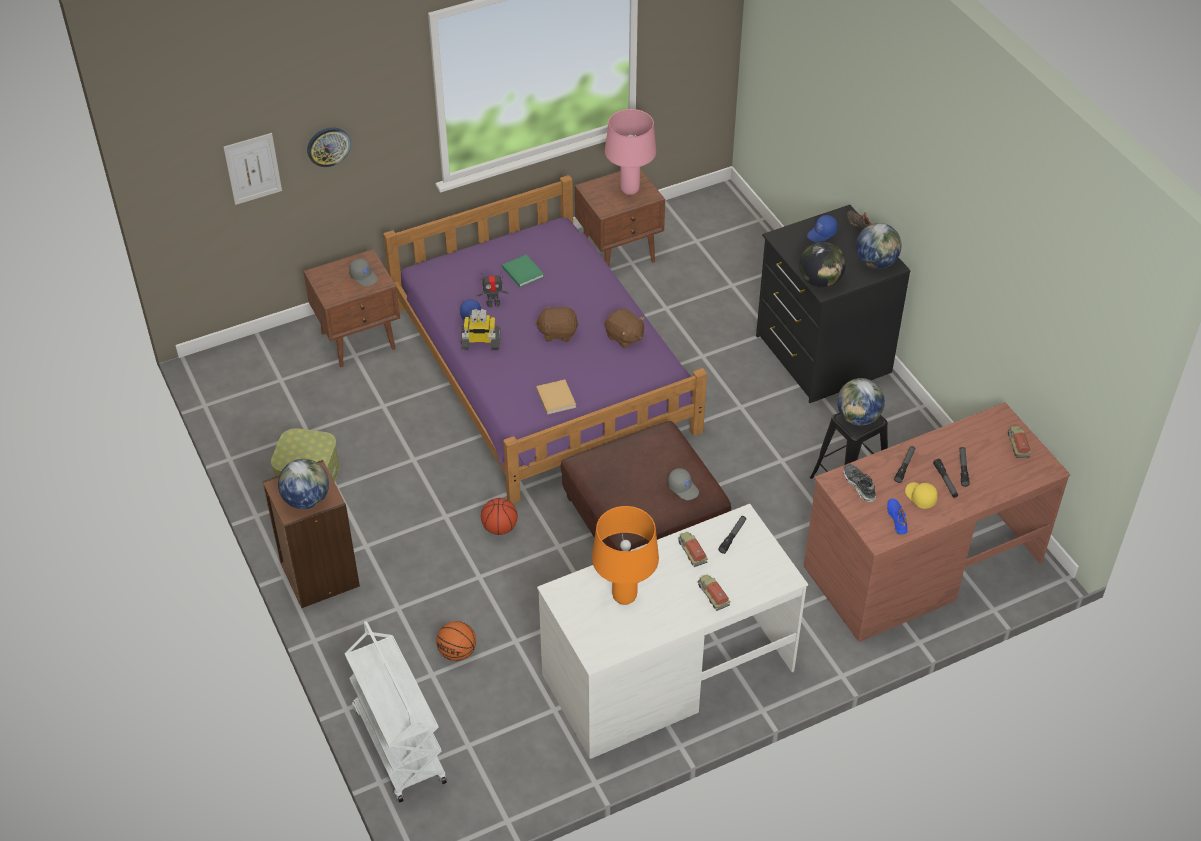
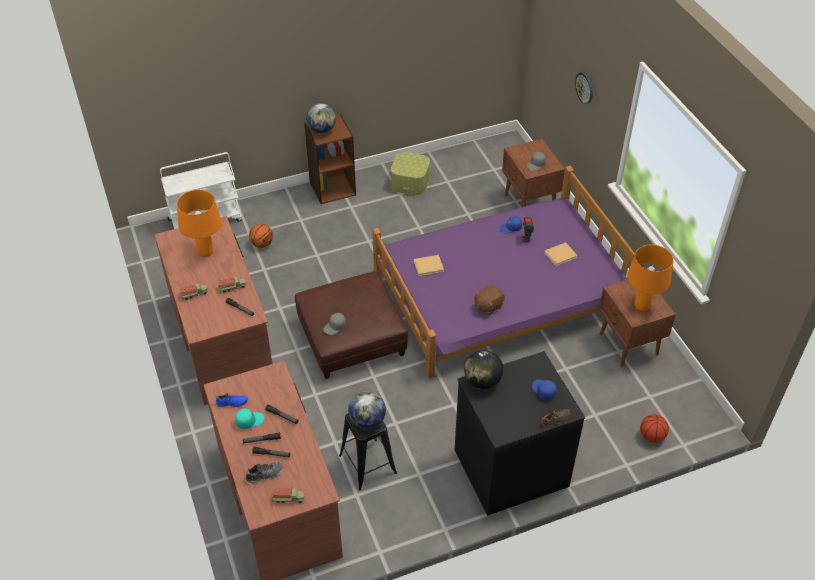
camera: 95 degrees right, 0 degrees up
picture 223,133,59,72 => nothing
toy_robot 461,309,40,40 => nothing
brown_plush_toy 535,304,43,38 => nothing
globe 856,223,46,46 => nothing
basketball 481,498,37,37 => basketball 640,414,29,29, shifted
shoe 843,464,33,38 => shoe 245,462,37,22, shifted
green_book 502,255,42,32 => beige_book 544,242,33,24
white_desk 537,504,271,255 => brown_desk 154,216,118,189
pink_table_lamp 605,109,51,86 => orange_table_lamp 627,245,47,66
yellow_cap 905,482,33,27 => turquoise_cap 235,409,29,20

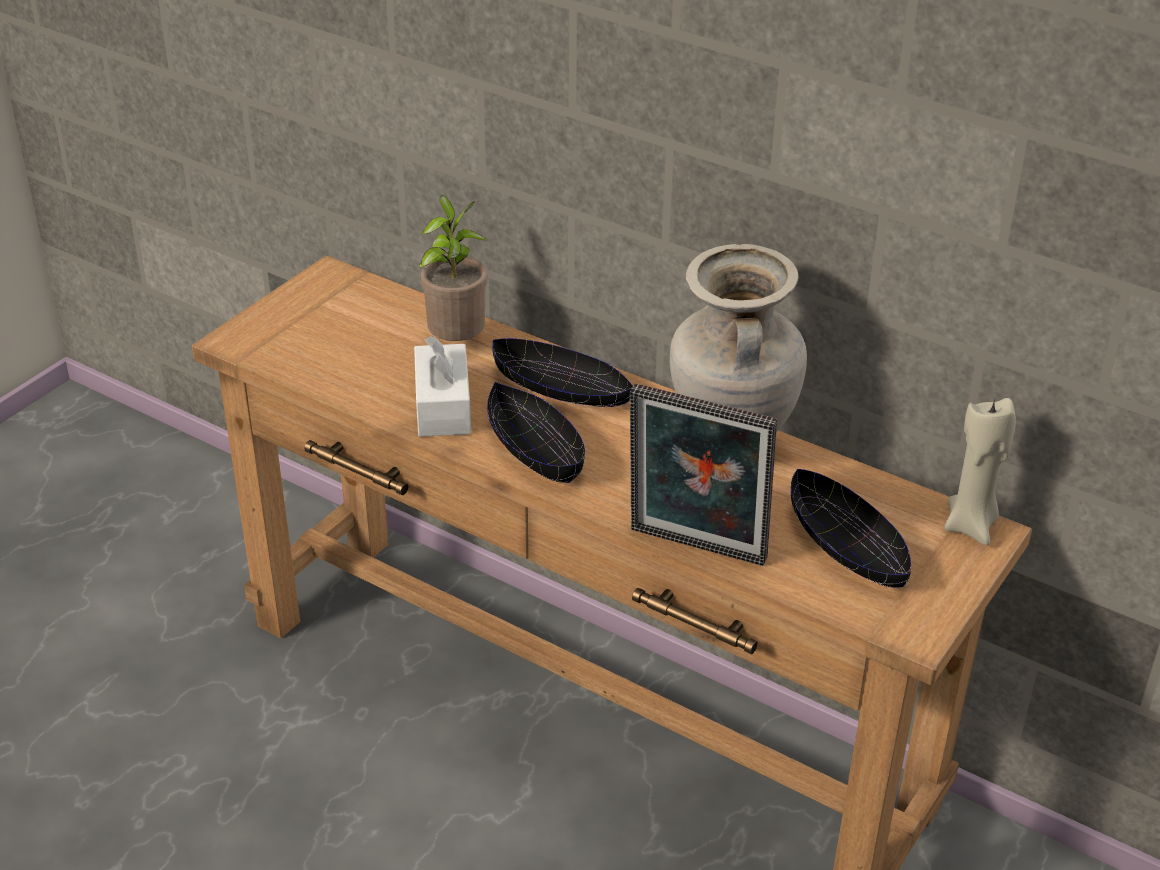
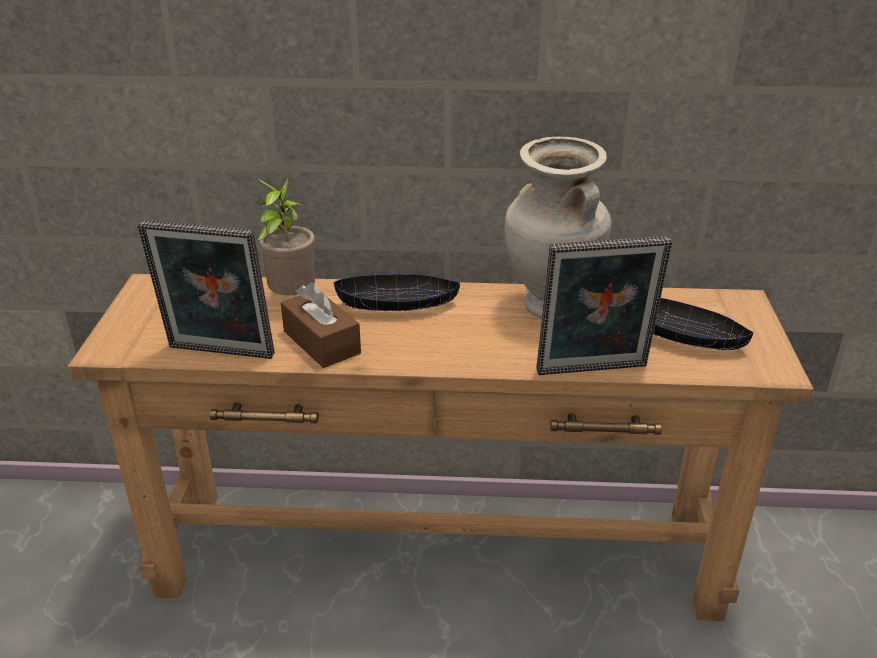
camera: 30 degrees left, 5 degrees down
black_bowl 487,382,98,101 => nothing
beige_candle 945,398,71,148 => nothing
nothing => picture_frame 137,220,138,139
white_tissue_box 414,336,57,101 => brown_tissue_box 281,282,80,86

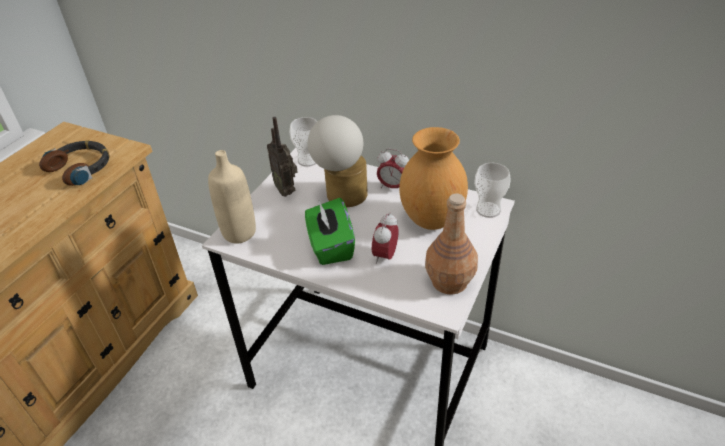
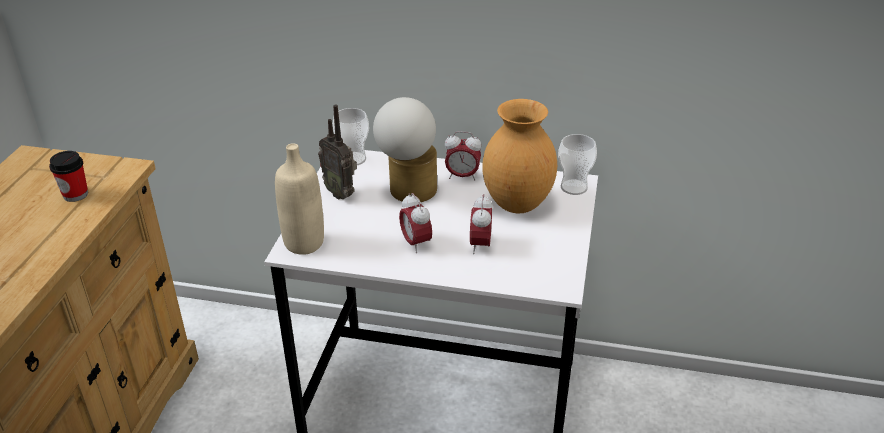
camera: 15 degrees left, 5 degrees down
brown_bottle 425,193,53,102 => nothing
headphones 39,140,71,46 => cup 49,151,39,51
green_tissue_box 305,198,50,67 => alarm_clock 399,193,33,60

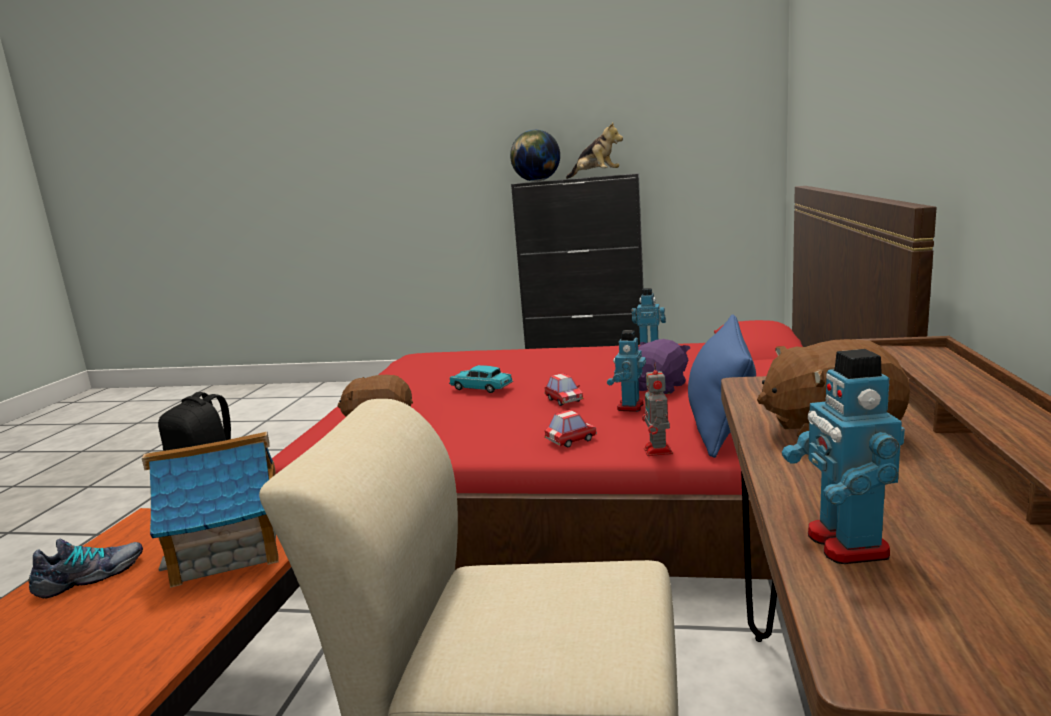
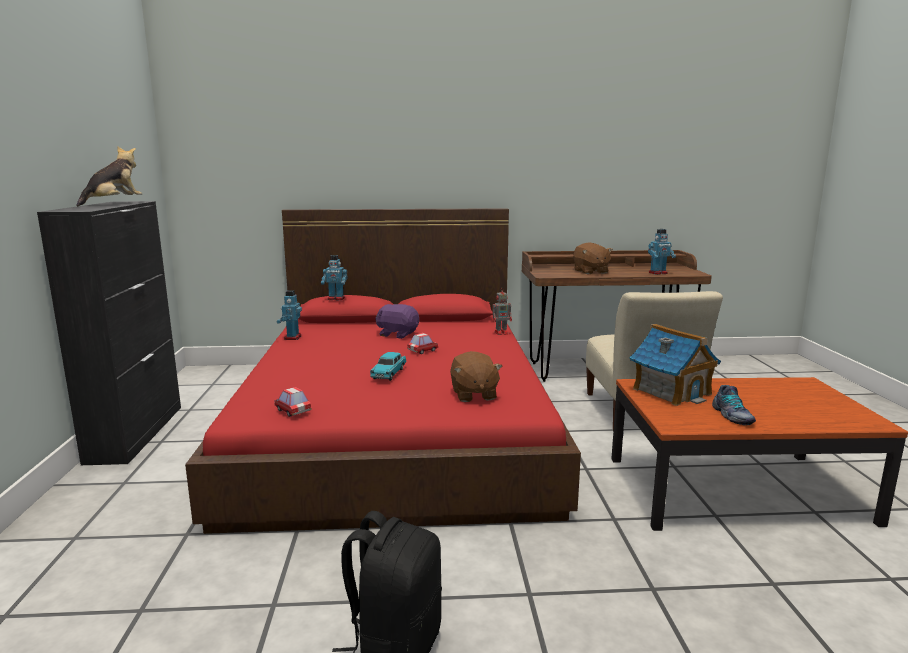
camera: 105 degrees left, 0 degrees up
globe 510,130,50,52 => nothing
blue_pillow 688,314,68,144 => nothing
toy_car 545,410,52,38 => toy_car 274,387,38,30, shifted
toy_robot 607,331,39,81 => toy_robot 321,255,27,45, shifted
shoe 29,539,114,60 => shoe 712,385,44,40, 135 degrees counterclockwise

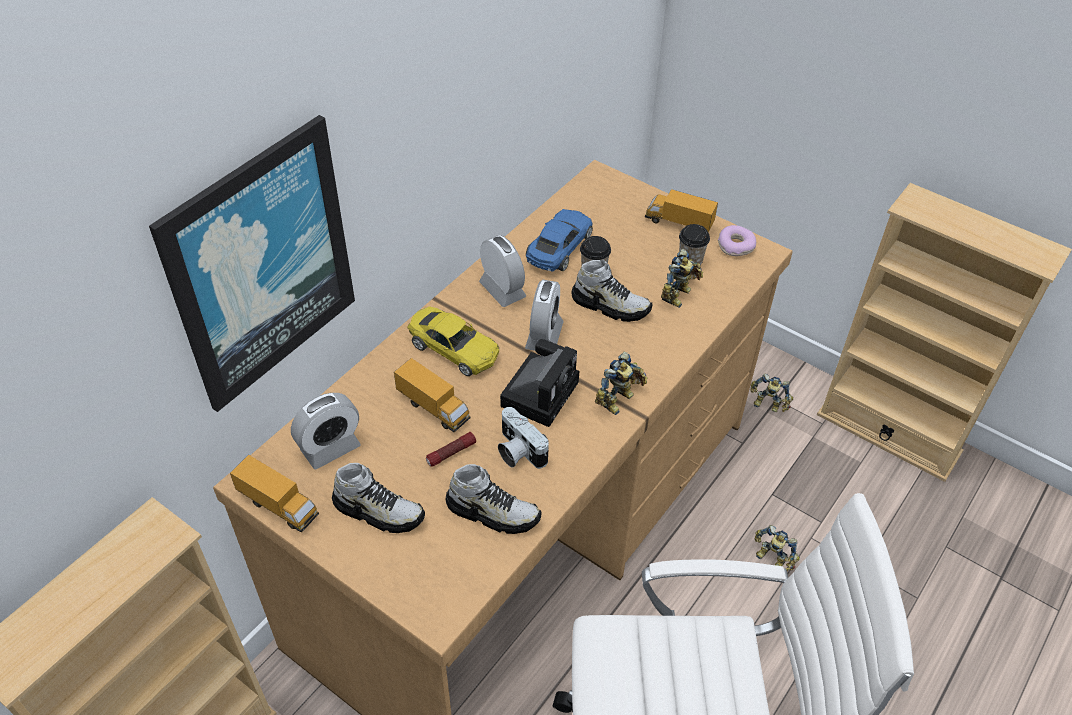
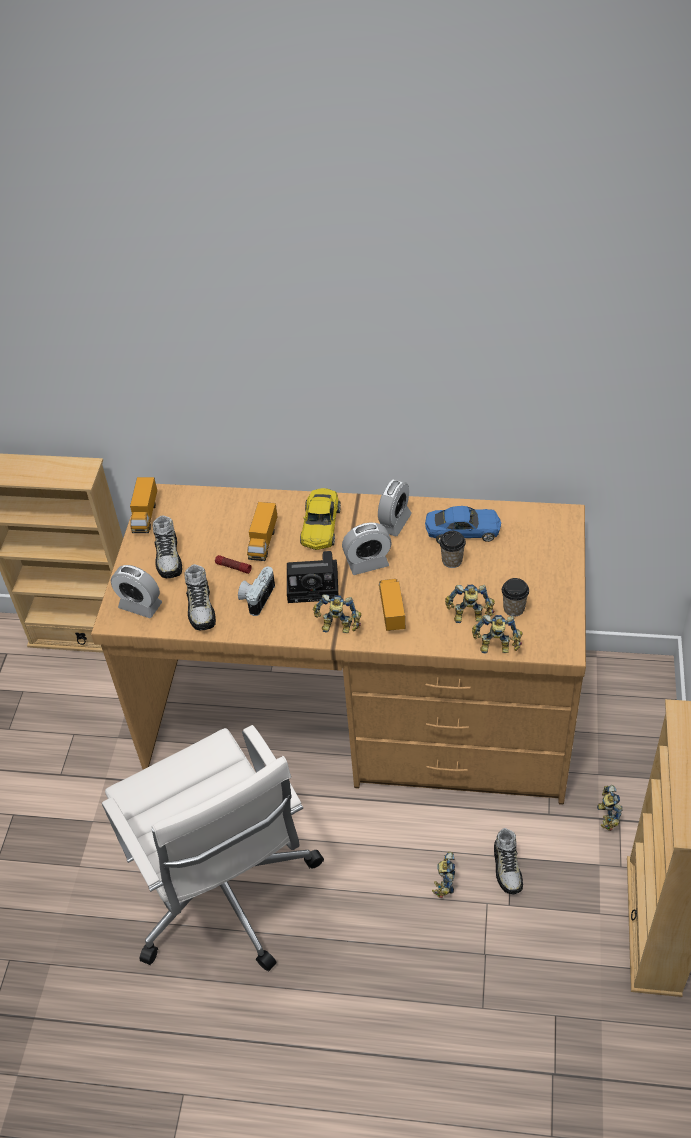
camera: 65 degrees right, 0 degrees up
picture 149,115,206,297 => nothing
donut 718,225,38,31 => nothing
nothing => toy_robot 472,615,51,38
alarm_clock 291,393,70,76 => alarm_clock 111,565,51,53, shifted
shoe 571,260,82,62 => shoe 494,828,29,67, shifted
toy_truck 645,189,73,43 => toy_truck 379,579,26,52, shifted

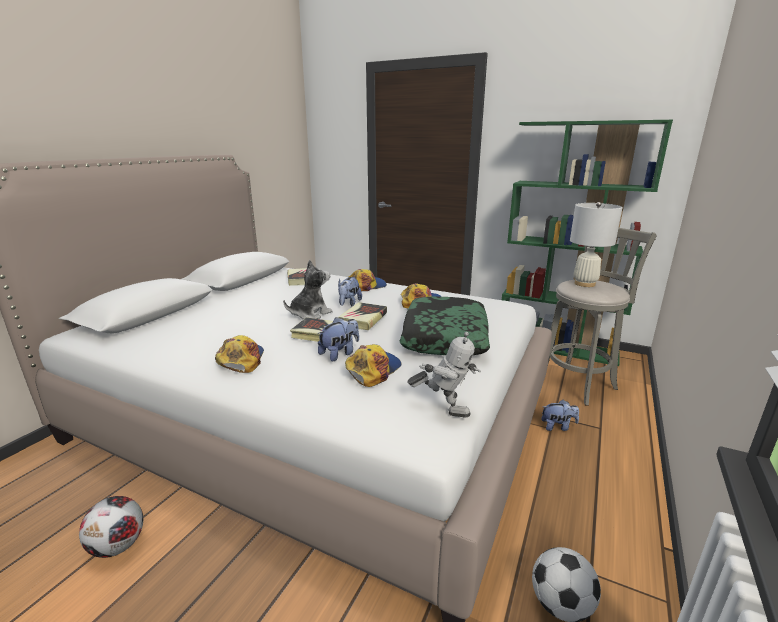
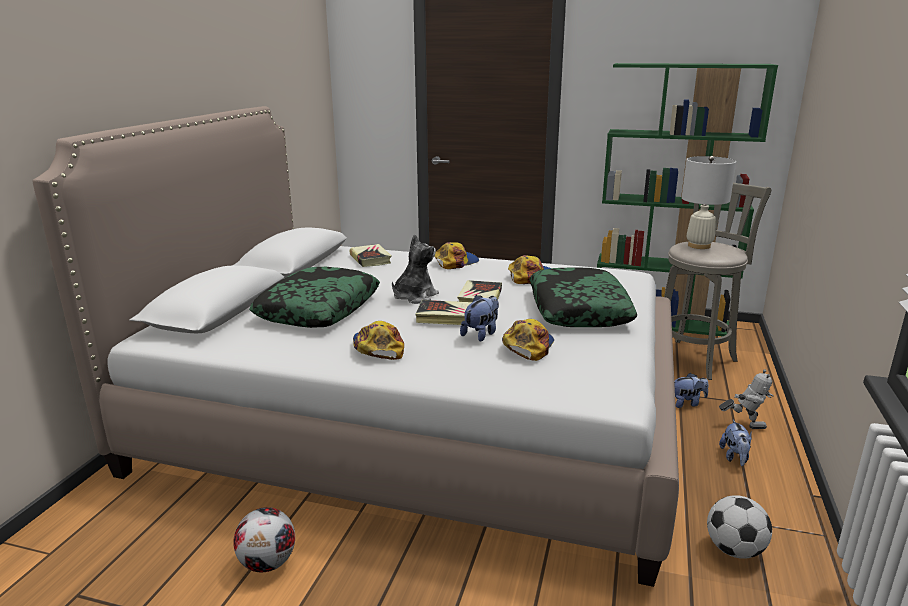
camera: 10 degrees left, 0 degrees up
nothing => pillow 249,267,131,61
plush_toy 338,277,24,29 => plush_toy 719,420,33,46, shifted
toy_robot 407,332,74,85 => toy_robot 719,369,55,60, shifted

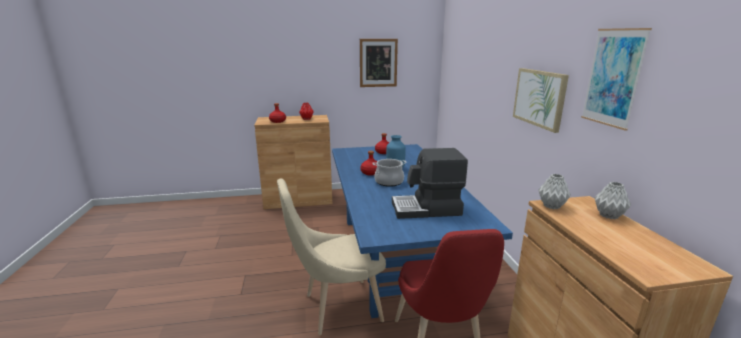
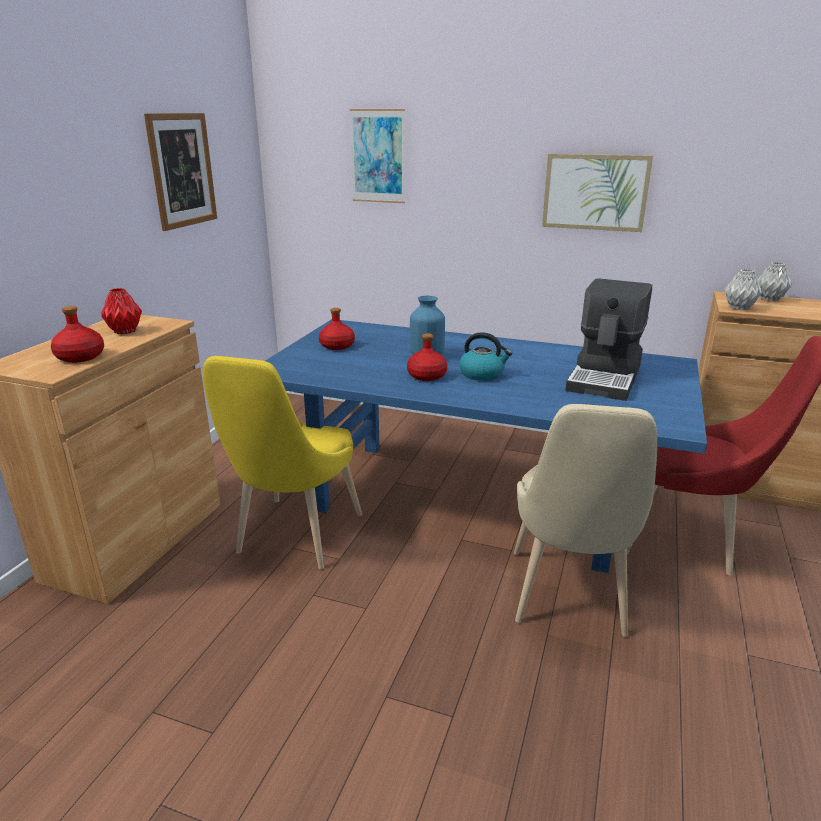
camera: 60 degrees left, 5 degrees up
nothing => yellow_chair 203,356,159,213
picture 581,28,71,103 => picture 350,109,55,94, shifted
cooking_pot 372,159,35,28 => kettle 459,332,53,49

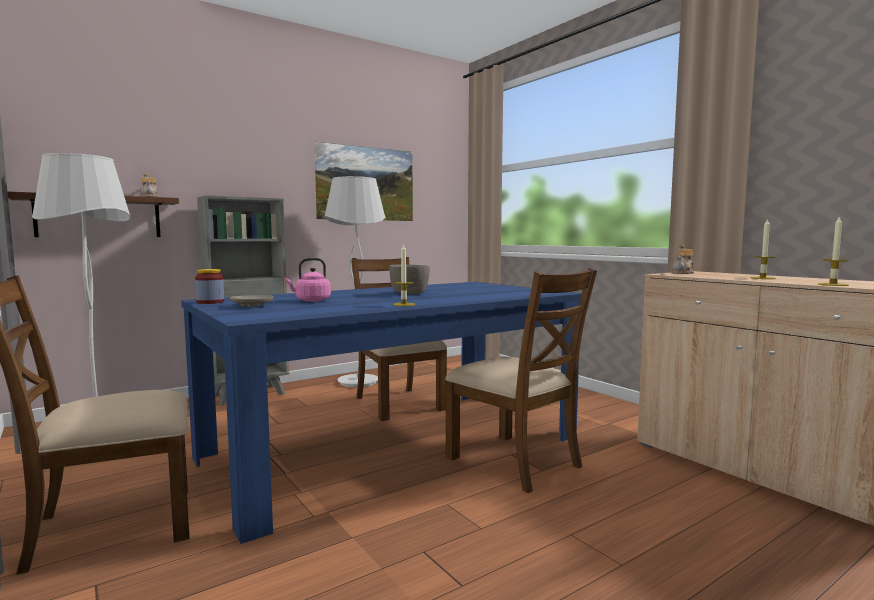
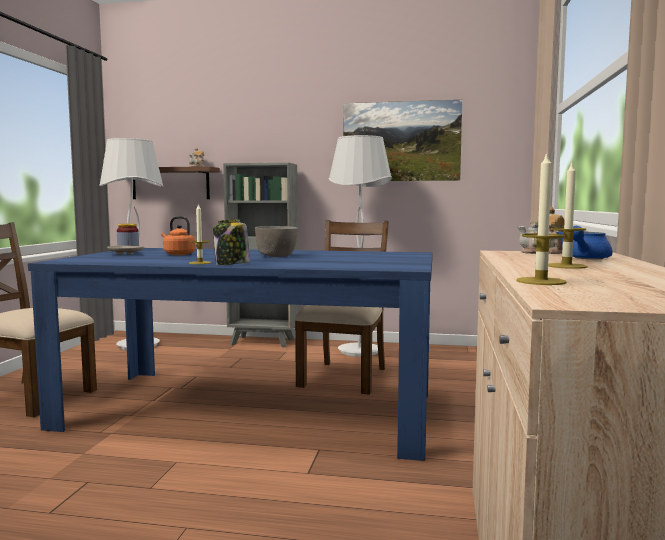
camera: 45 degrees right, 0 degrees up
brown_chair 445,268,152,225 => nothing
nothing => jar 213,219,37,46
nothing => blue_teapot 557,226,56,33
pink_kettle 285,258,46,44 => orange_kettle 161,216,34,39

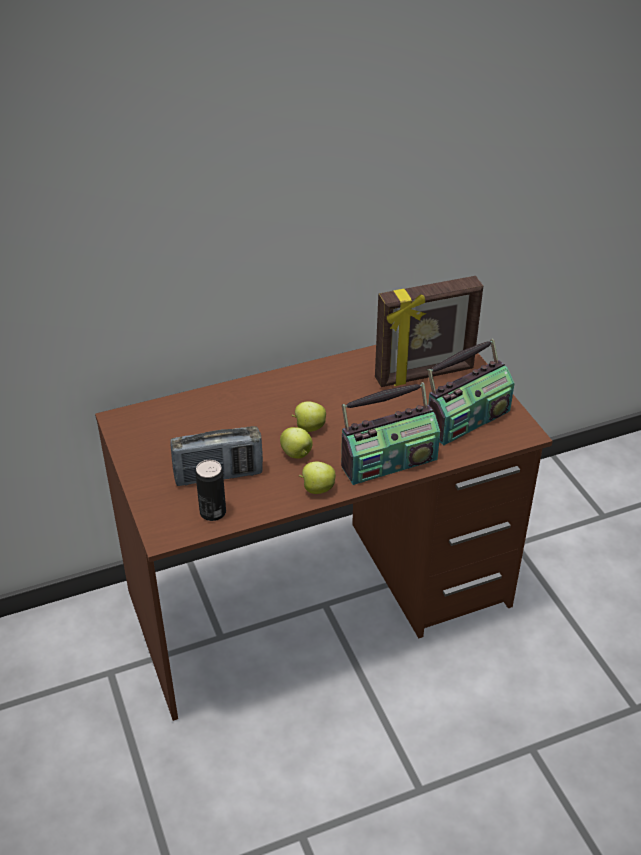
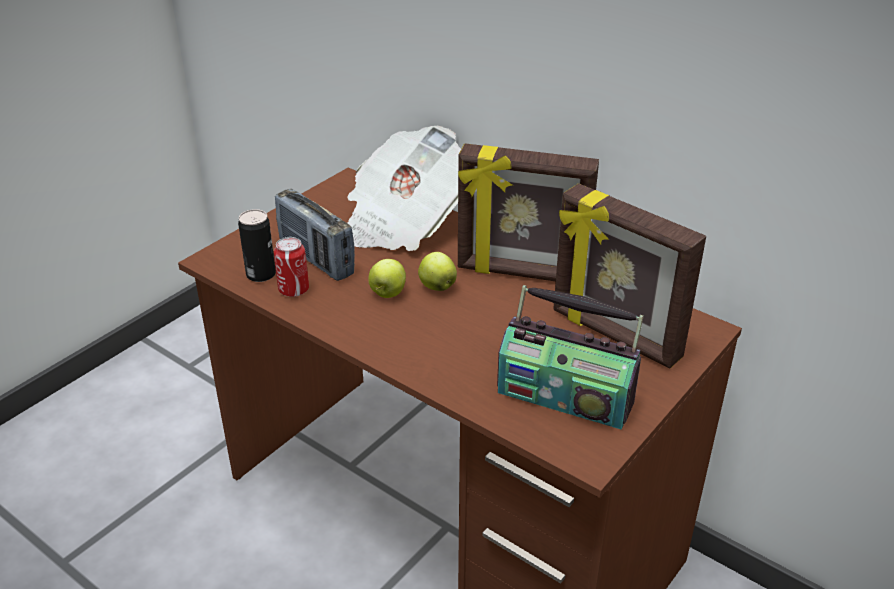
camera: 60 degrees right, 5 degrees down
apple 299,462,37,32 => nothing
radio 341,382,99,103 => nothing
nothing => can 274,237,35,60
nothing => newspaper 347,126,114,125
nothing => picture_frame 458,143,141,138

